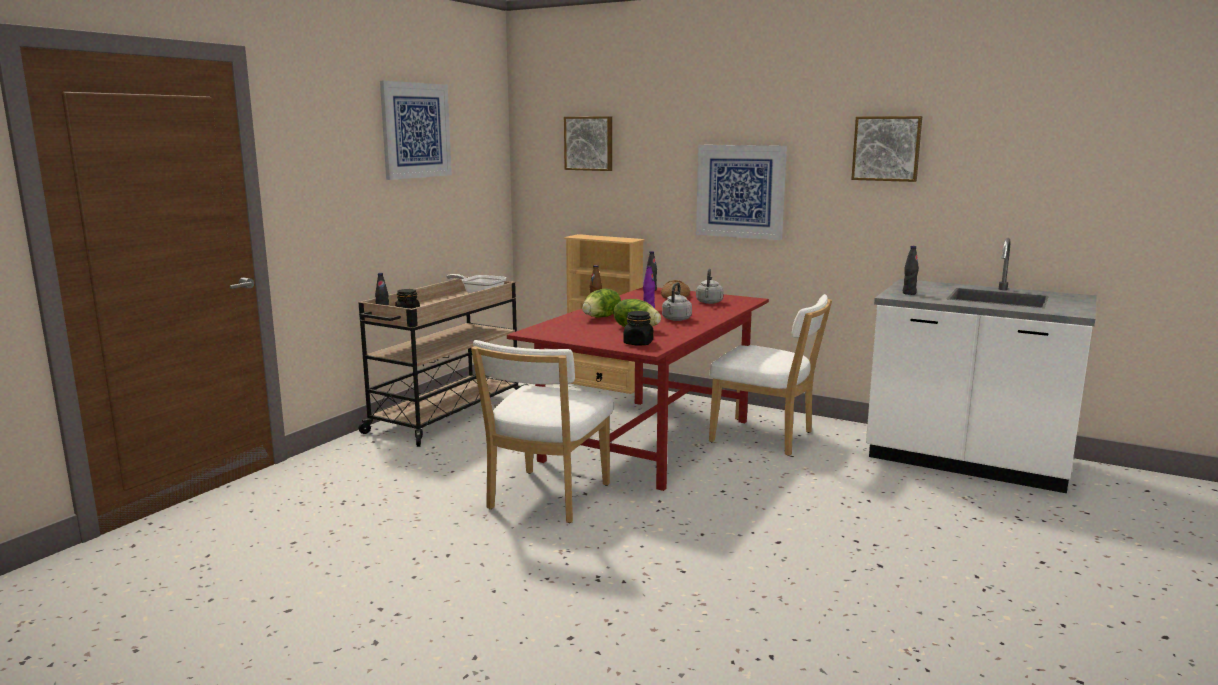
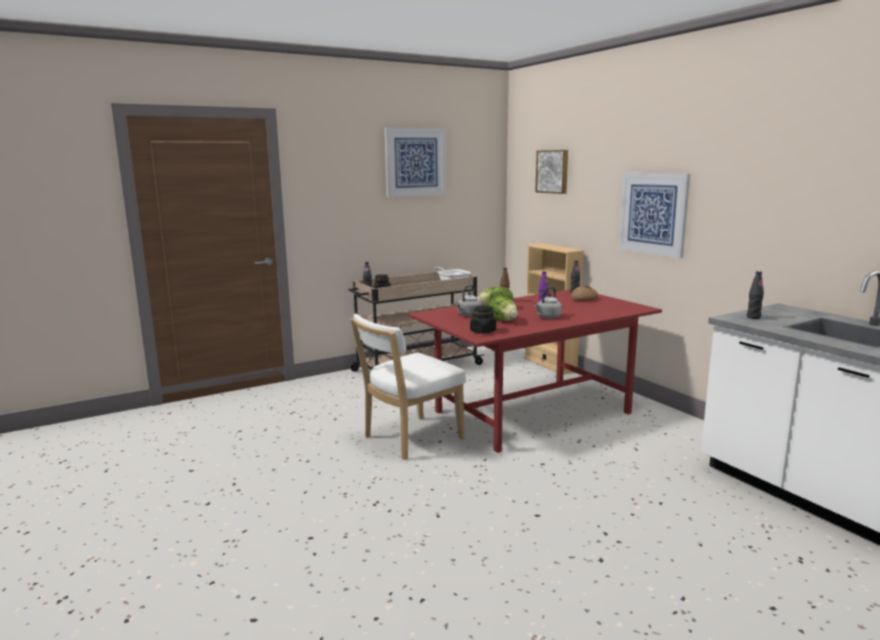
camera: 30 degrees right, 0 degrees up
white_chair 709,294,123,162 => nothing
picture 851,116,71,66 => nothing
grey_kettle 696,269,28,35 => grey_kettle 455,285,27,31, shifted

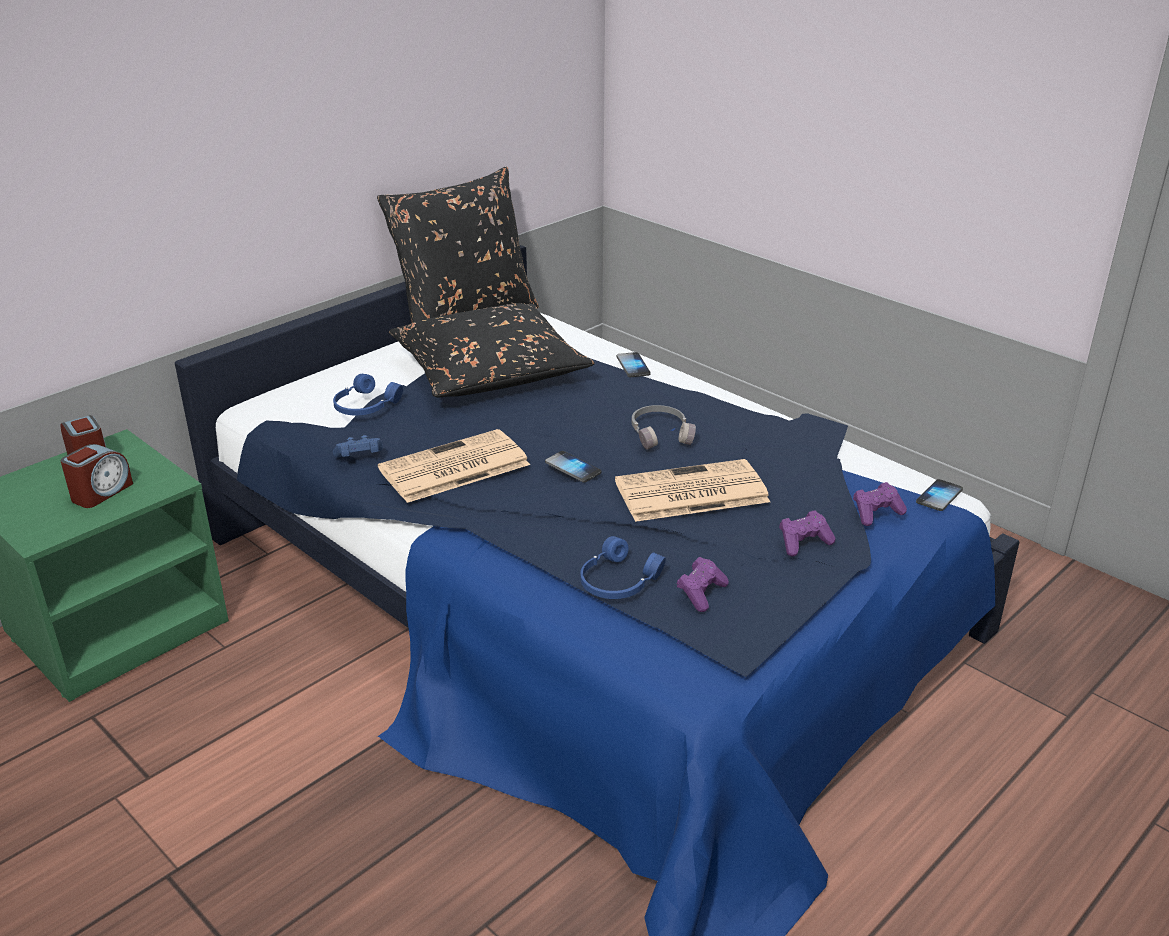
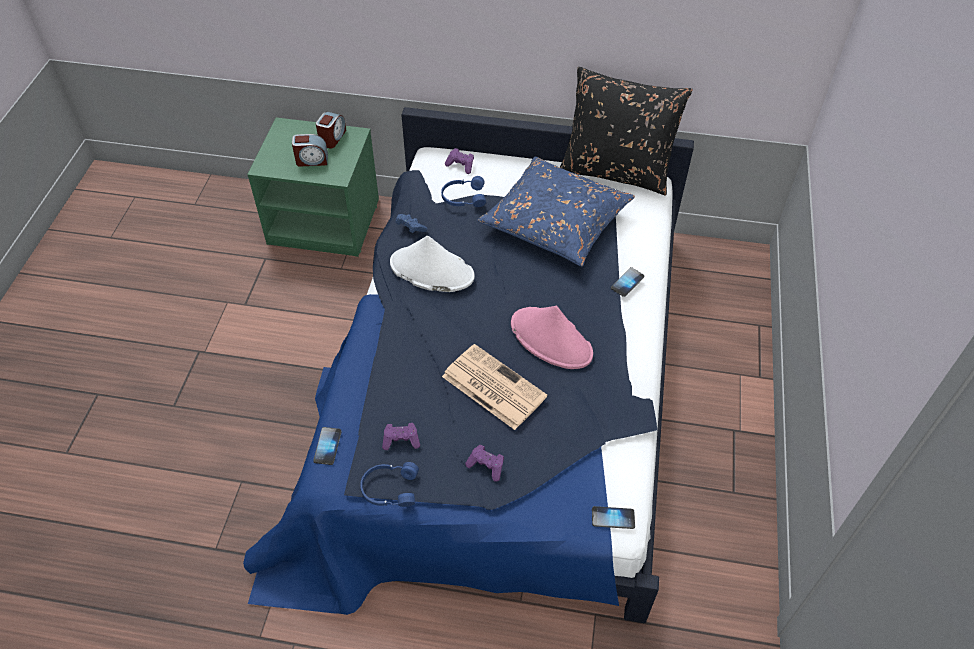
camera: 55 degrees right, 20 degrees up
phone 545,451,56,32 => phone 313,427,29,38, shifted
blue_headphones 581,536,85,63 => blue_headphones 360,462,59,45, shifted
purple_game_controller 853,482,54,44 => purple_game_controller 445,148,29,26, shifted
newspaper 378,429,152,74 => white_hat 390,236,85,56
grey_headphones 632,405,64,45 => pink_hat 511,306,82,63
black_pillow 389,303,206,94 => blue_pillow 477,157,158,109

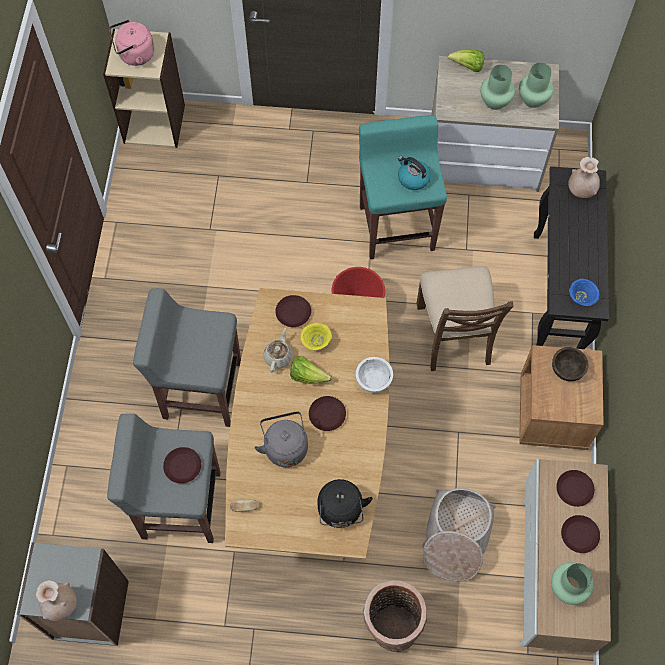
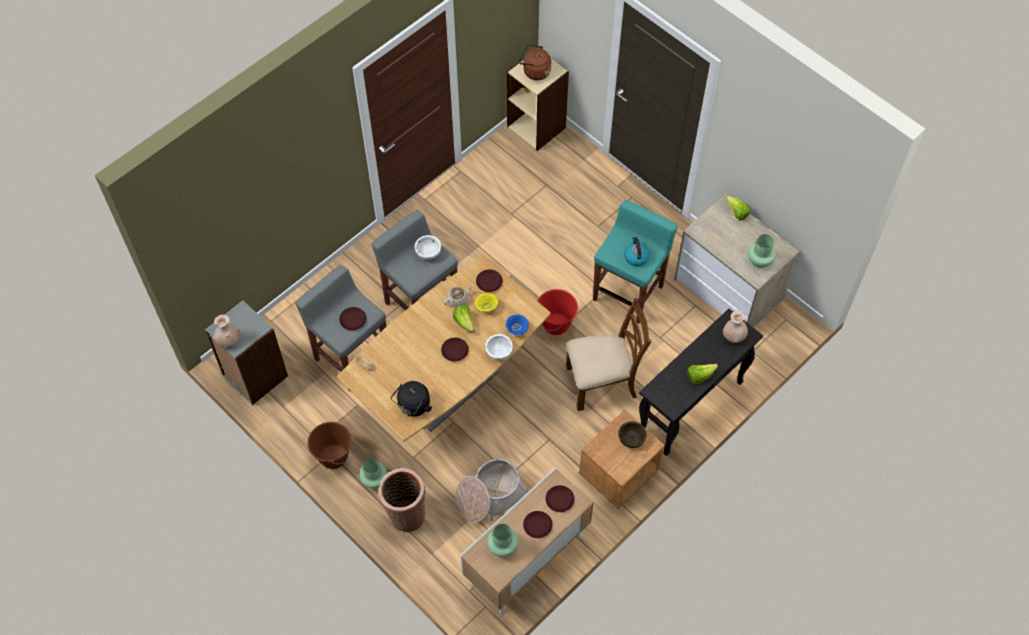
camera: 40 degrees right, 5 degrees down
grey_kettle 254,411,54,56 => nothing
nothing => brown_bucket 307,422,45,47
nothing => white_bowl 415,235,26,25
nothing => lettuce 688,364,30,20
green_vase 480,65,35,45 => green_vase 359,458,28,31, shifted
blue_bowl 569,279,30,27 => blue_bowl 506,314,23,21, shifted
pink_kettle 109,20,45,46 => brown_kettle 519,44,32,36
brown_chair 417,266,97,105 => brown_chair 566,298,85,113, 135 degrees counterclockwise

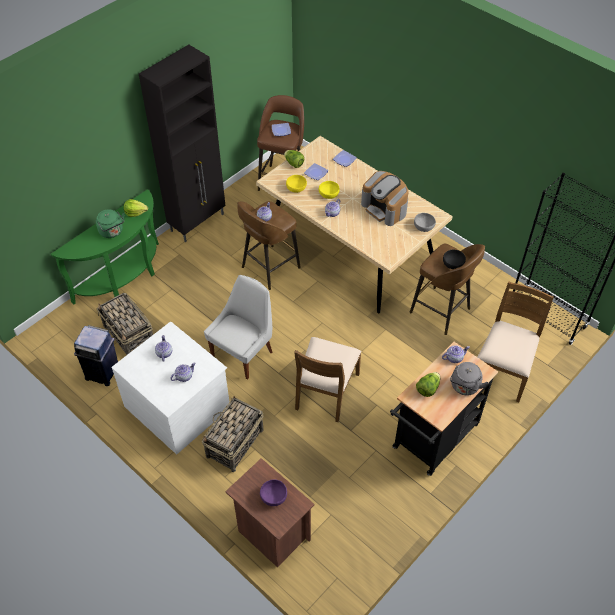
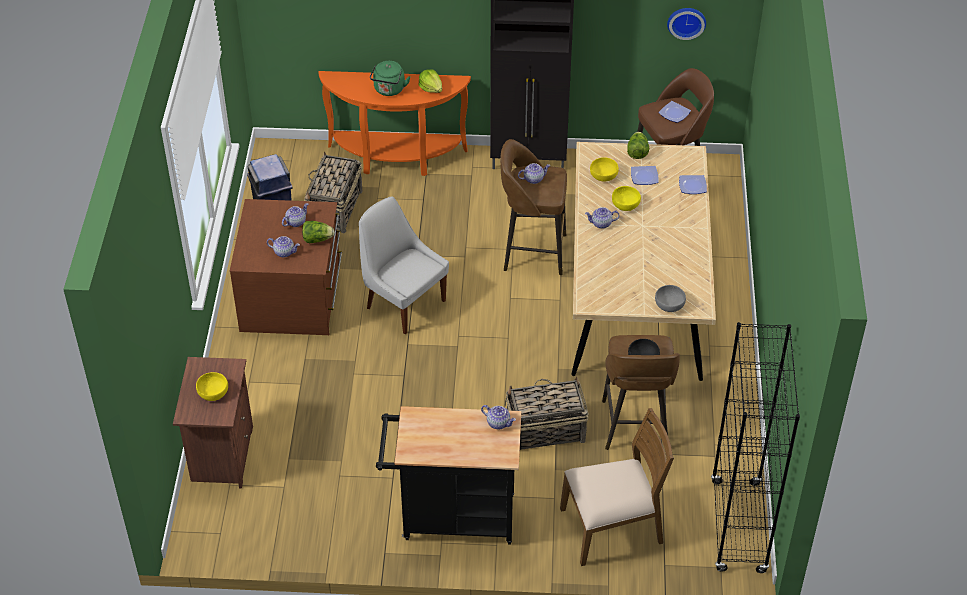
camera: 50 degrees right, 5 degrees down
brown_chair 294,337,67,85 => nothing
coffee_machine 361,171,48,55 => nothing
grey_kettle 450,362,39,34 => nothing
nothing => wall_clock 667,8,39,32
basket 202,396,62,76 => basket 505,377,84,73, shifted
lettuce 416,372,24,25 => lettuce 302,221,32,22, shifted
green_console_table 51,189,108,115 => orange_console_table 319,71,152,105
white_dresser 111,321,119,133 => brown_dresser 230,199,112,136
purple_bowl 260,479,27,27 => yellow_bowl 196,372,32,29
white_chair 204,275,69,105 => white_chair 359,196,90,138, 135 degrees counterclockwise

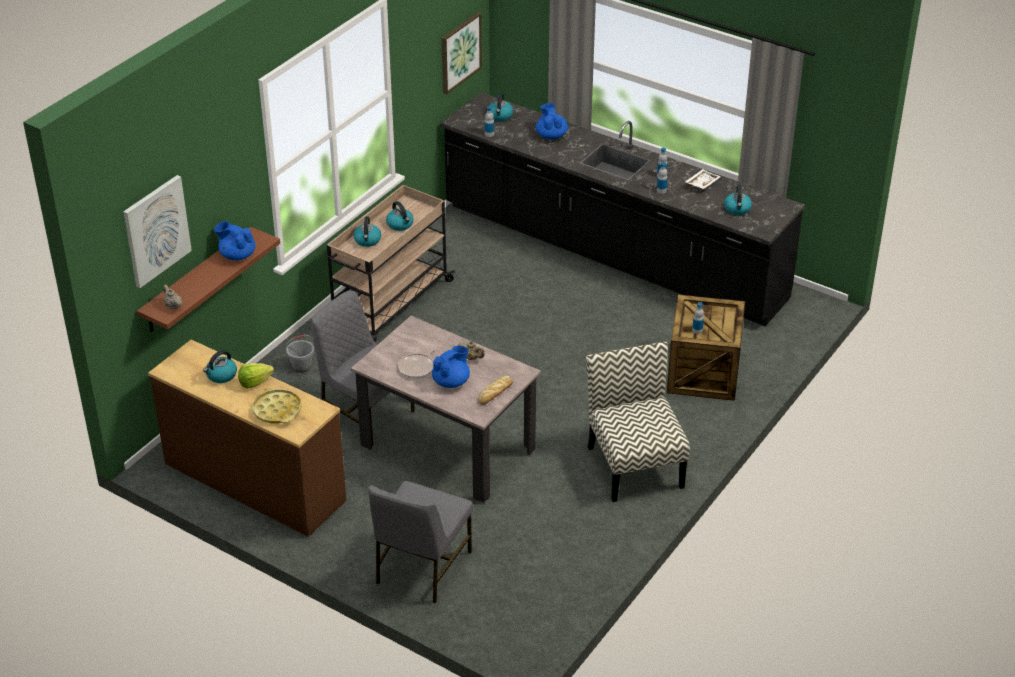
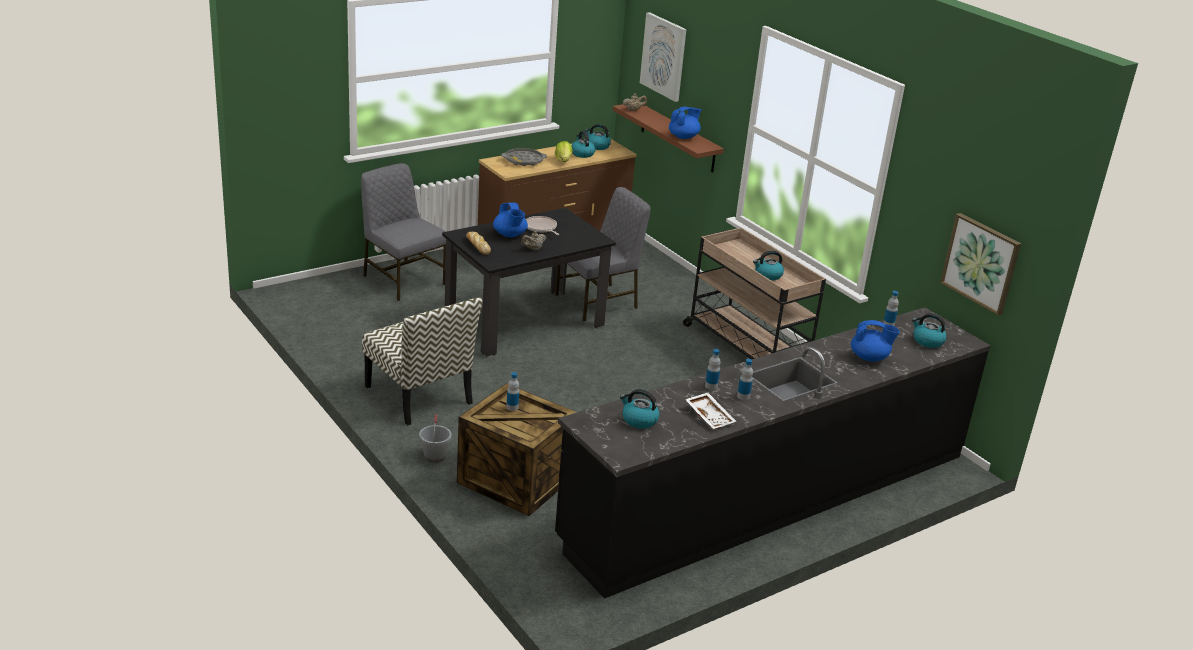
camera: 110 degrees right, 10 degrees down
grey_bucket 285,334,30,39 => grey_bucket 419,414,32,48, shifted
kettle 354,217,27,30 => kettle 585,124,26,26, shifted
yellow_tray 252,388,50,36 => grey_tray 501,148,46,18
beige_dining_table 351,316,190,187 => black_dining_table 442,208,174,149
chair 586,342,104,160 => chair 362,297,120,129, 45 degrees clockwise

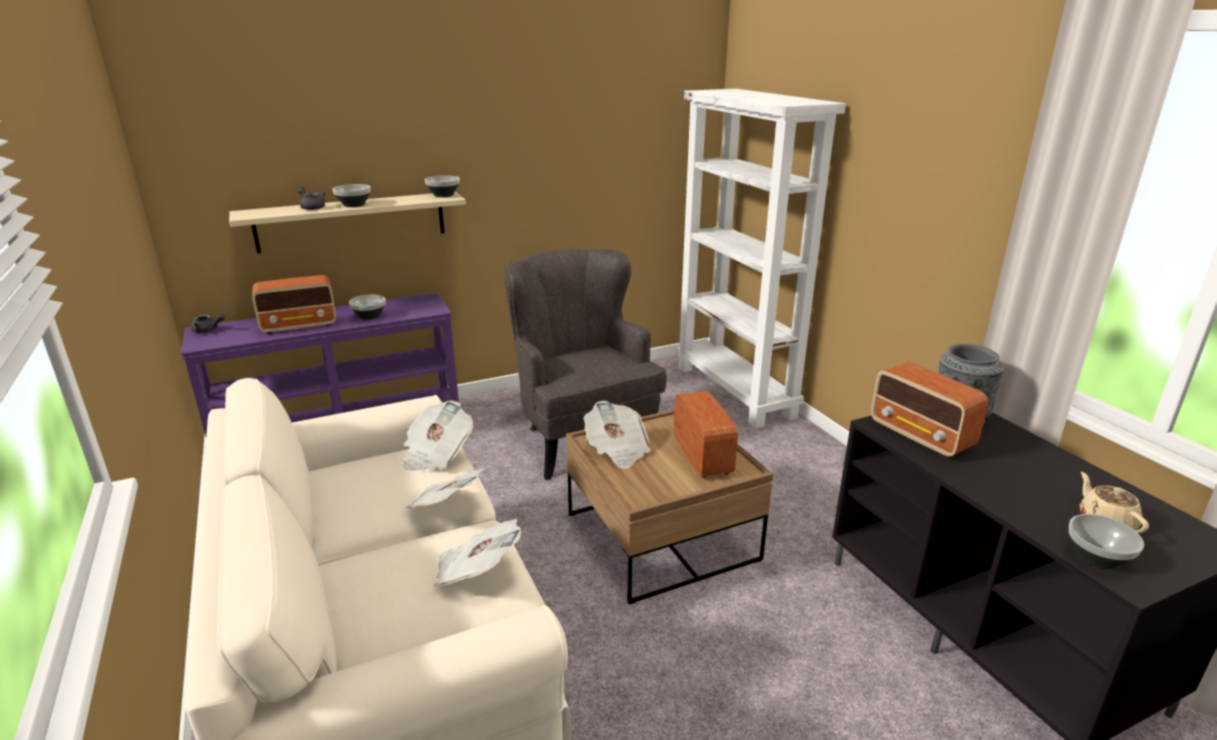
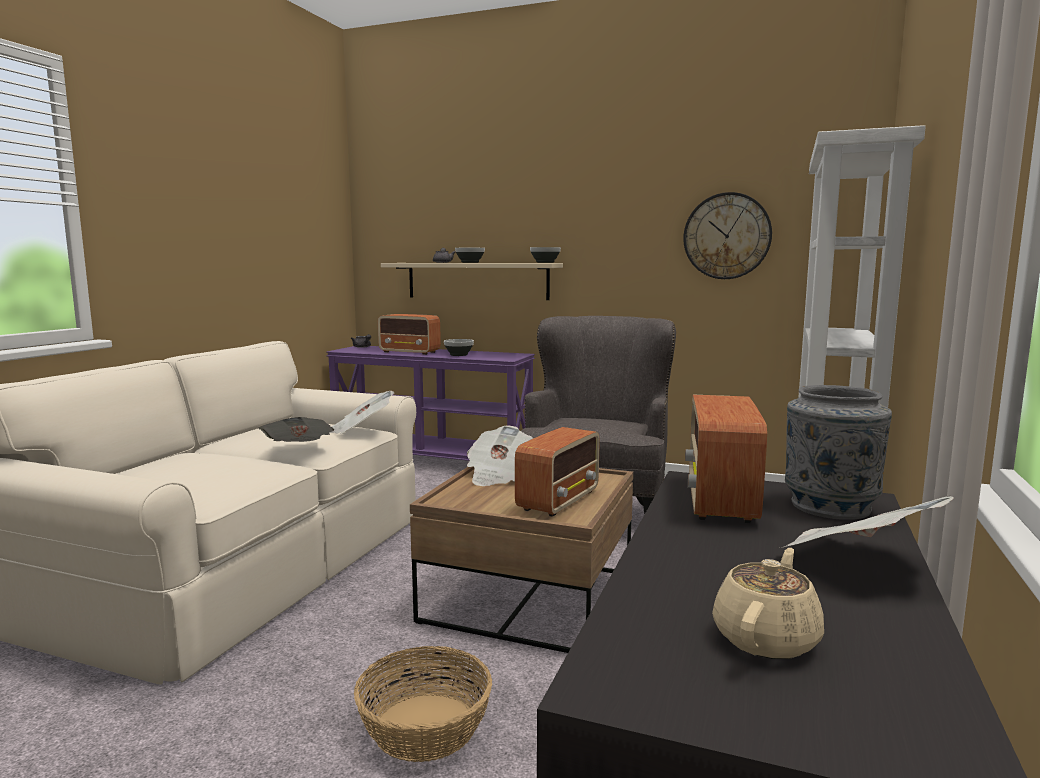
camera: 45 degrees right, 15 degrees down
bowl 1069,514,75,55 => nothing
nothing => basket 354,646,138,116
nothing => wall_clock 683,192,89,87
newspaper 434,519,88,67 => newspaper 781,496,173,52, shifted

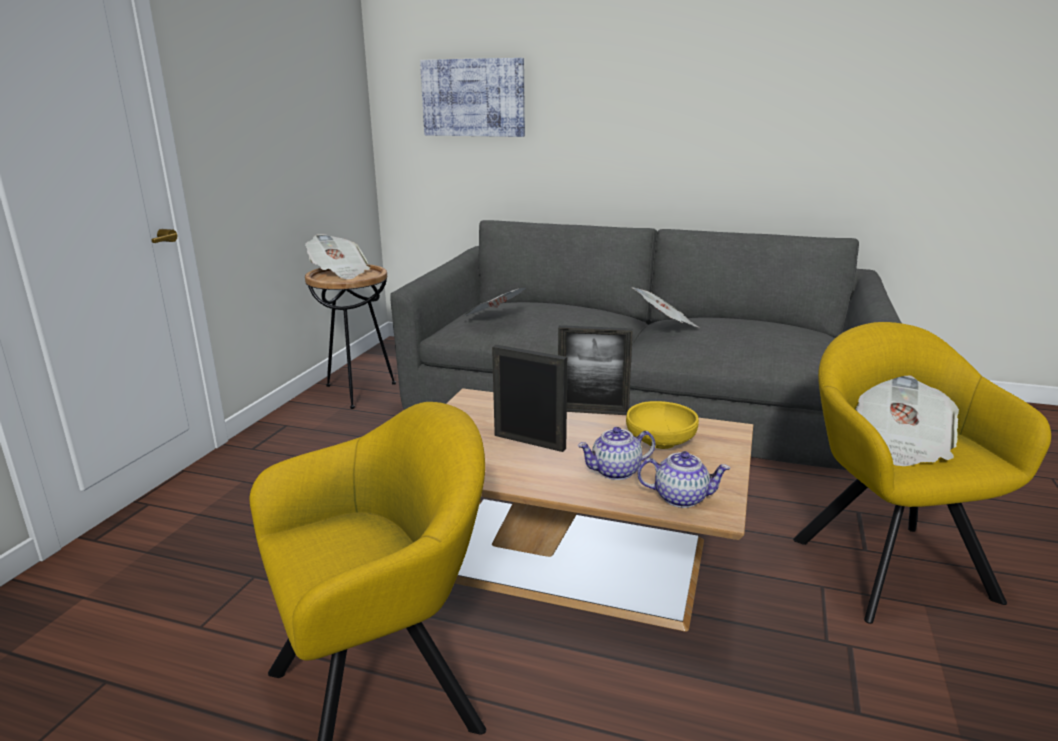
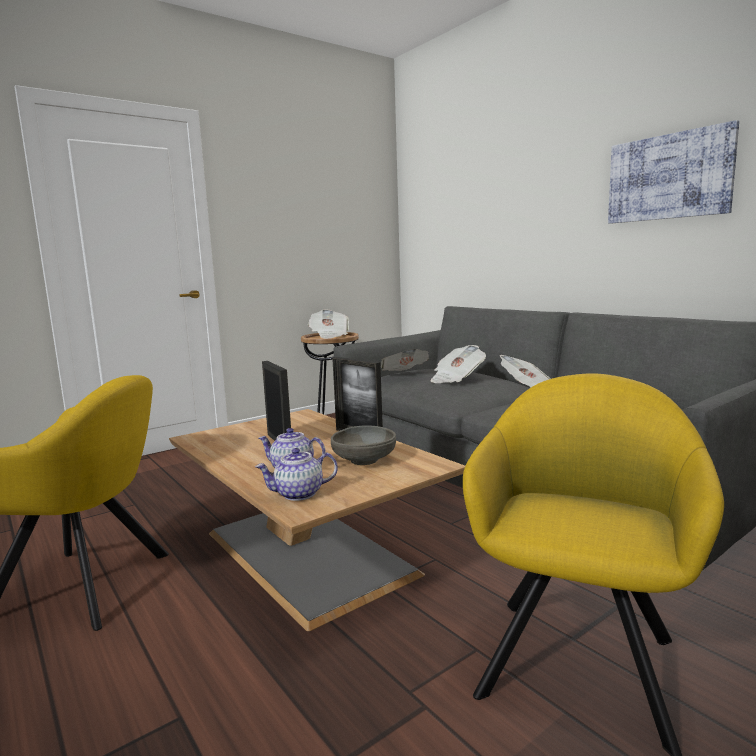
camera: 35 degrees right, 10 degrees down
picture 420,58,105,79 => picture 608,120,131,103, shifted
newspaper 855,376,104,90 => newspaper 430,345,56,38, shifted
yellow_bowl 626,401,73,48 => grey_bowl 331,425,65,40
teapot 637,451,93,57 => teapot 255,448,83,53, 120 degrees clockwise

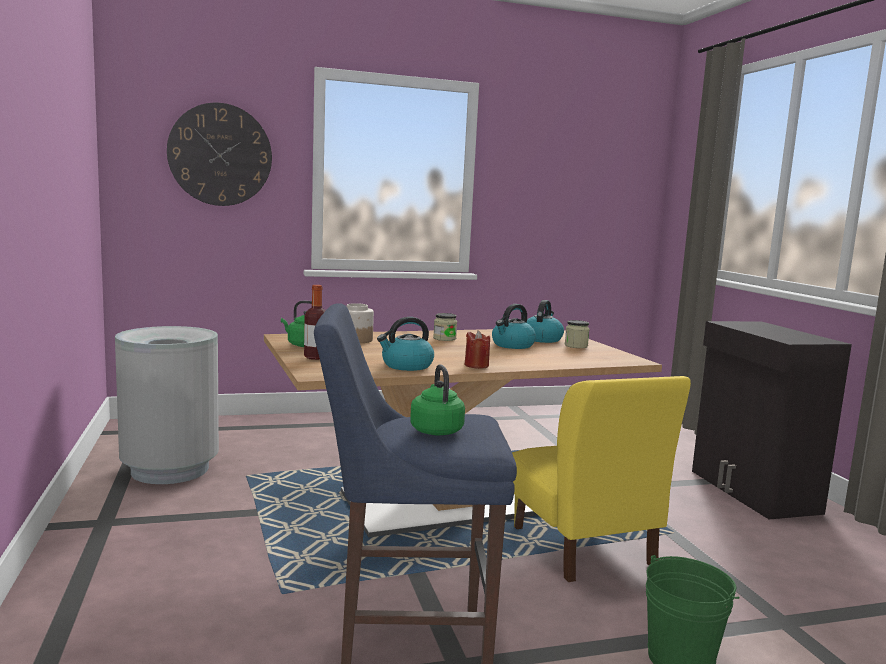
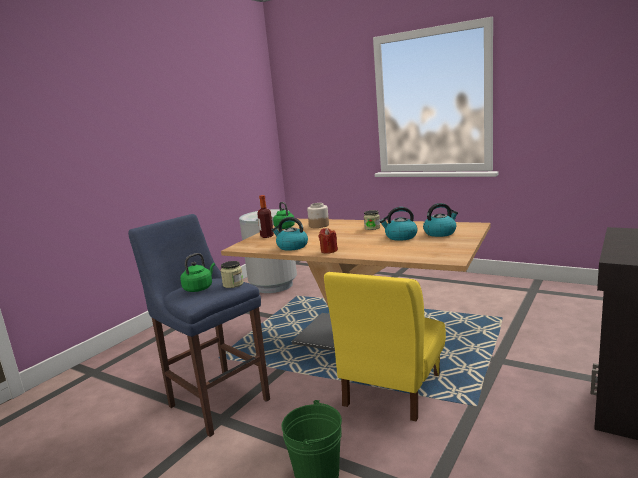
camera: 50 degrees right, 5 degrees up
wall_clock 167,103,105,103 => nothing
jar 565,320,25,28 => jar 221,261,22,27, shifted

